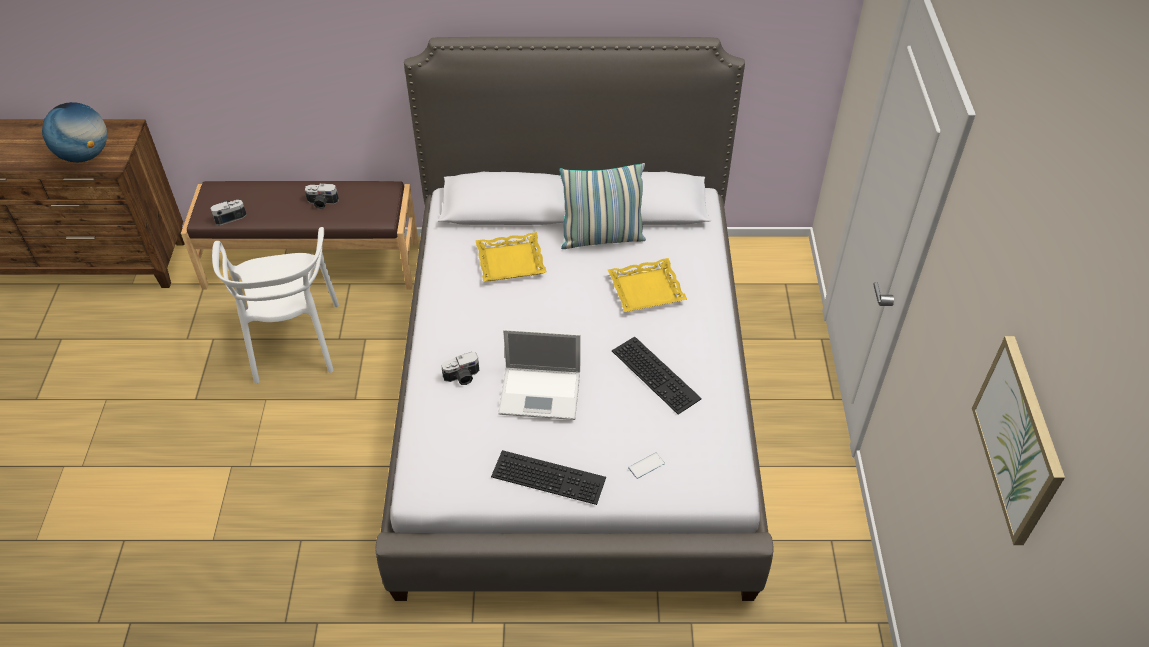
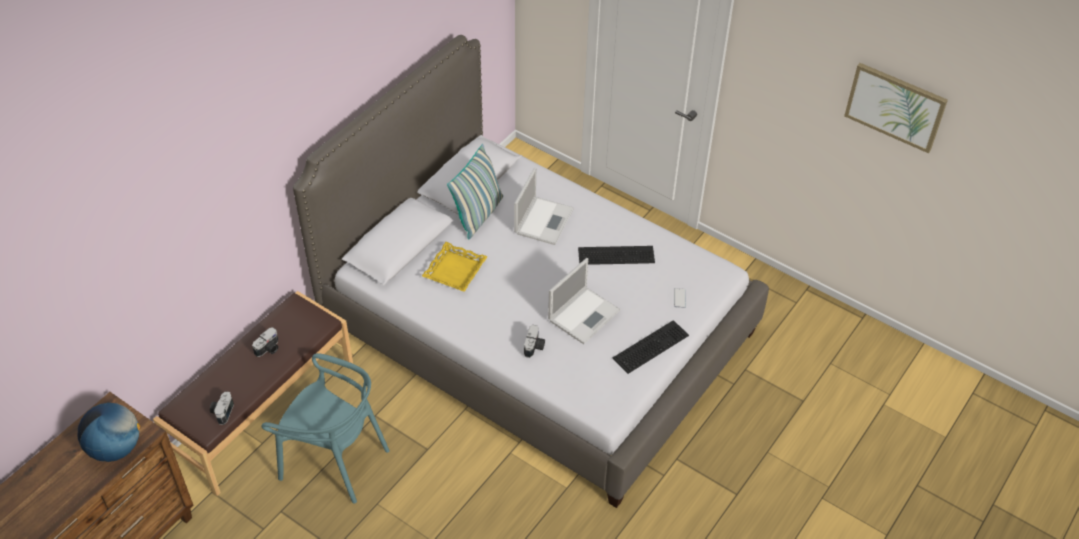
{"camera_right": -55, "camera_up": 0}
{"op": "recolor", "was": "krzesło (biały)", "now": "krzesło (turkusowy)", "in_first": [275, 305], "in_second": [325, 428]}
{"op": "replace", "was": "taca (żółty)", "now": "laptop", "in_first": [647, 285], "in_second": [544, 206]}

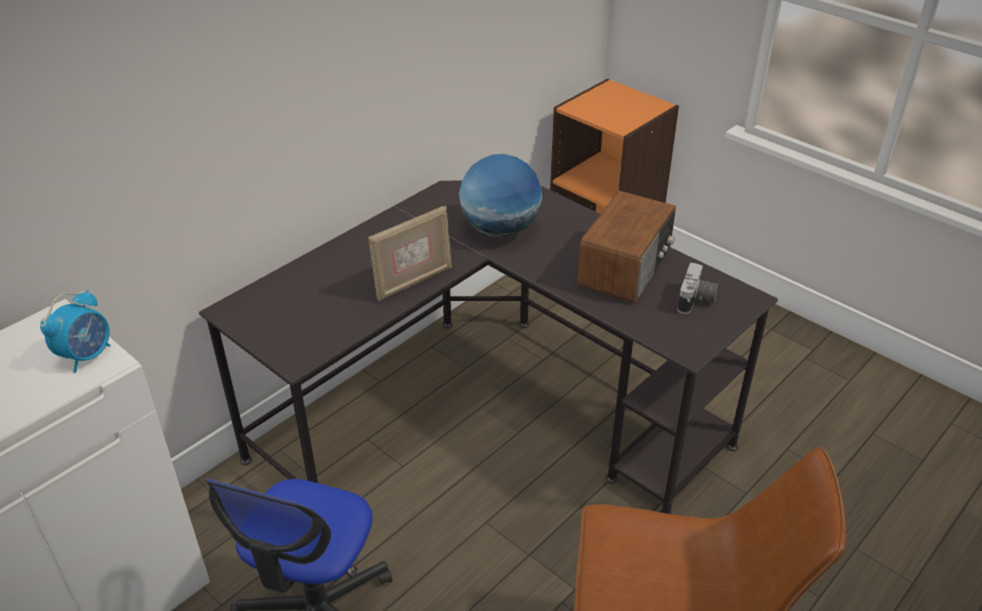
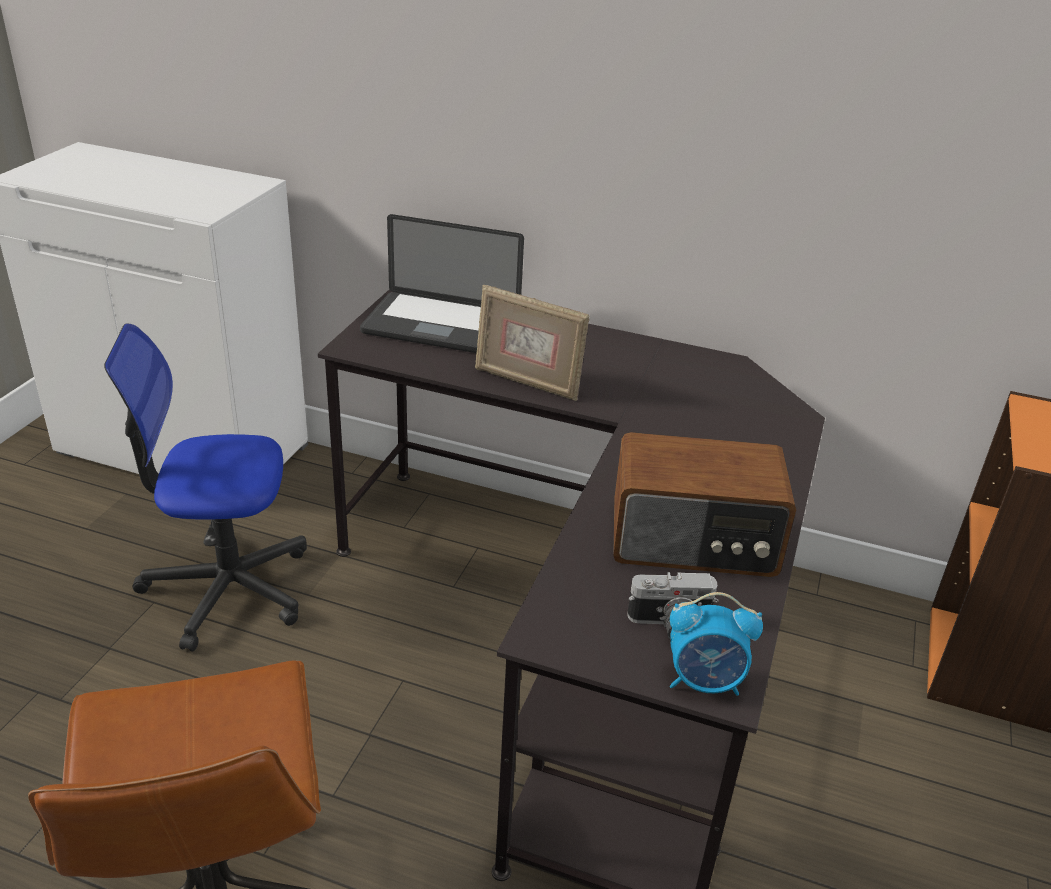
{"camera_right": 65, "camera_up": -5}
{"op": "insert", "now": "laptop", "in_second": [442, 283]}
{"op": "move", "was": "budzik", "in_first": [75, 331], "in_second": [716, 644]}
{"op": "delete", "was": "globus", "in_first": [500, 195]}

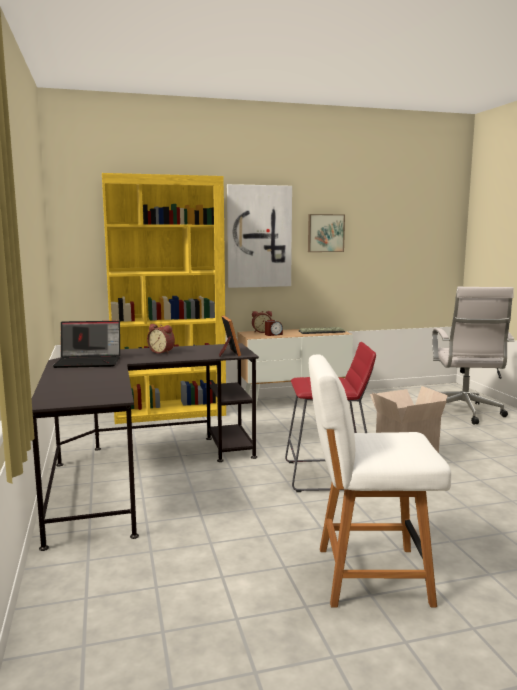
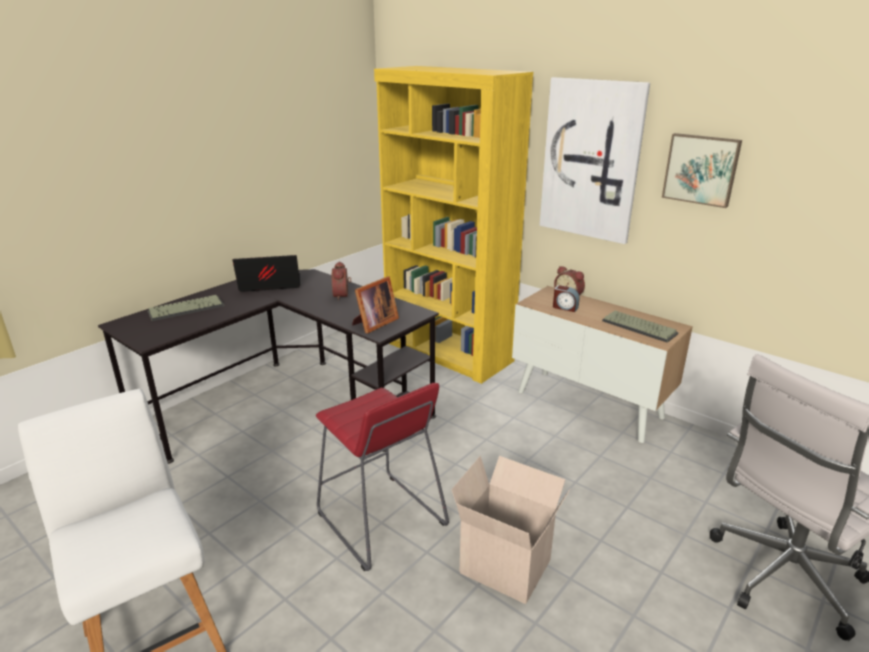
{"camera_right": 55, "camera_up": 15}
{"op": "insert", "now": "klawiatura", "in_second": [186, 308]}
{"op": "rotate", "was": "laptop", "in_first": [86, 344], "in_second": [266, 273], "clockwise": 120}

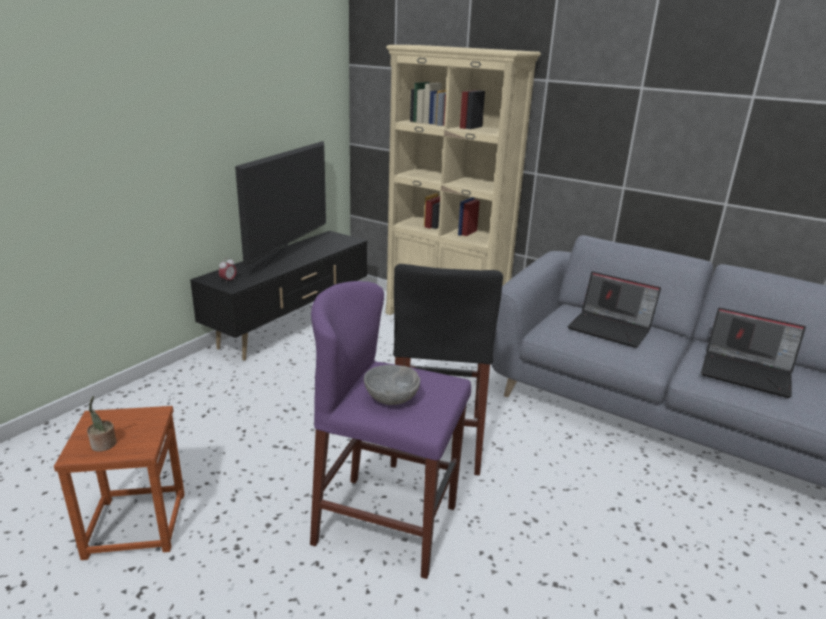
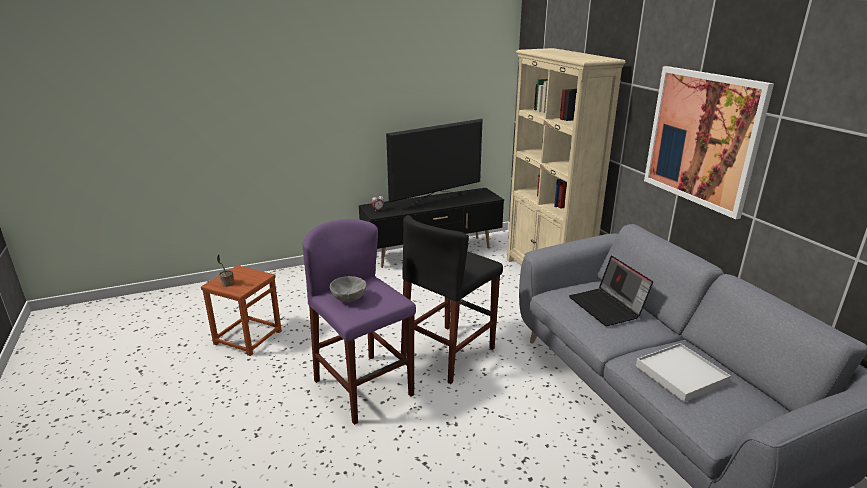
{"camera_right": 35, "camera_up": 0}
{"op": "replace", "was": "laptop", "now": "taca (biały)", "in_first": [753, 353], "in_second": [683, 372]}
{"op": "insert", "now": "obraz", "in_second": [709, 142]}

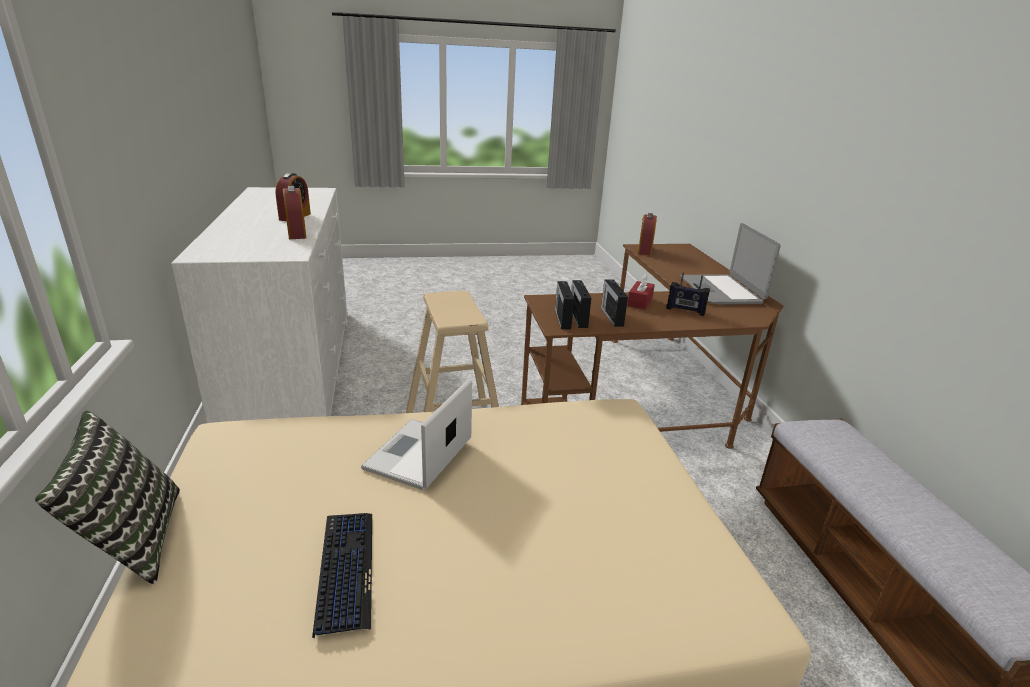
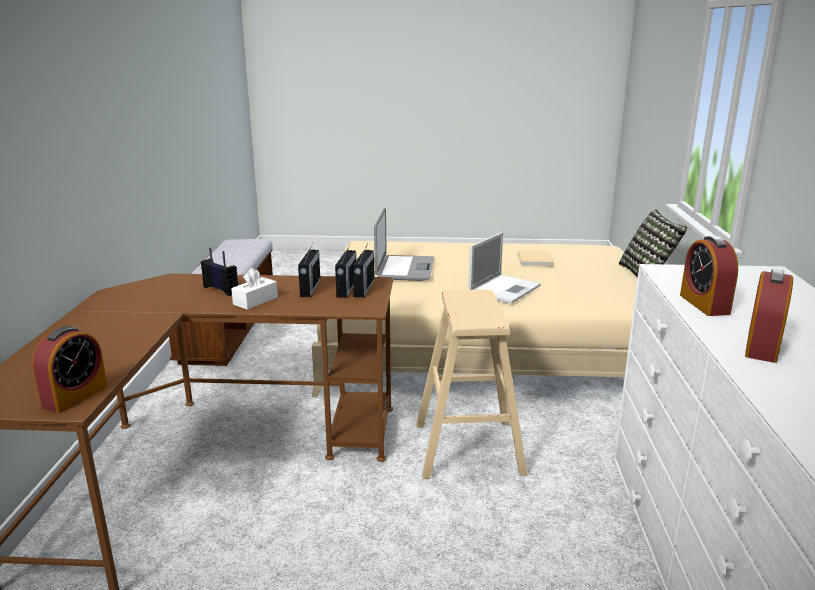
{"camera_right": -165, "camera_up": -5}
{"op": "recolor", "was": "pudełko chusteczek (czerwony)", "now": "pudełko chusteczek (biały)", "in_first": [641, 291], "in_second": [254, 289]}
{"op": "move", "was": "laptop", "in_first": [730, 264], "in_second": [404, 244]}
{"op": "replace", "was": "klawiatura", "now": "książka (beżowy)", "in_first": [342, 576], "in_second": [536, 258]}

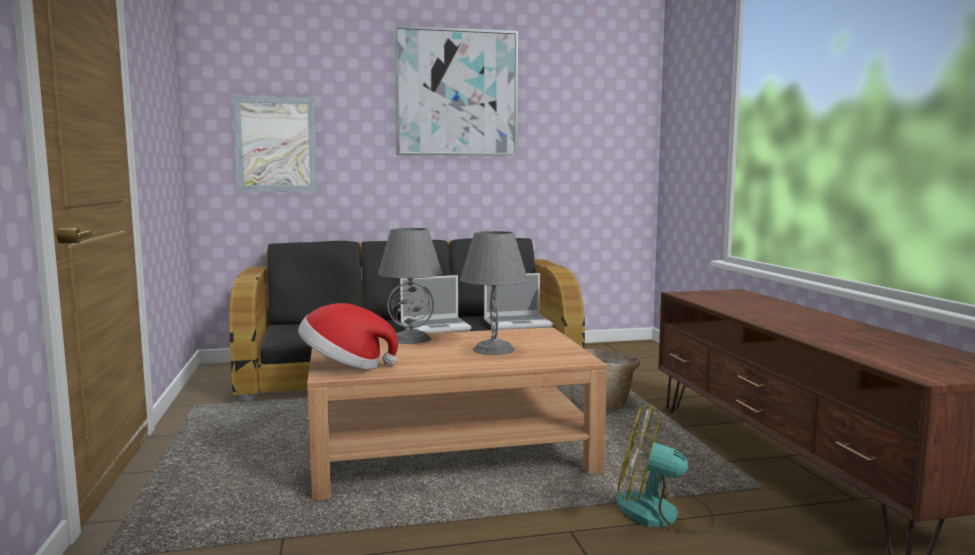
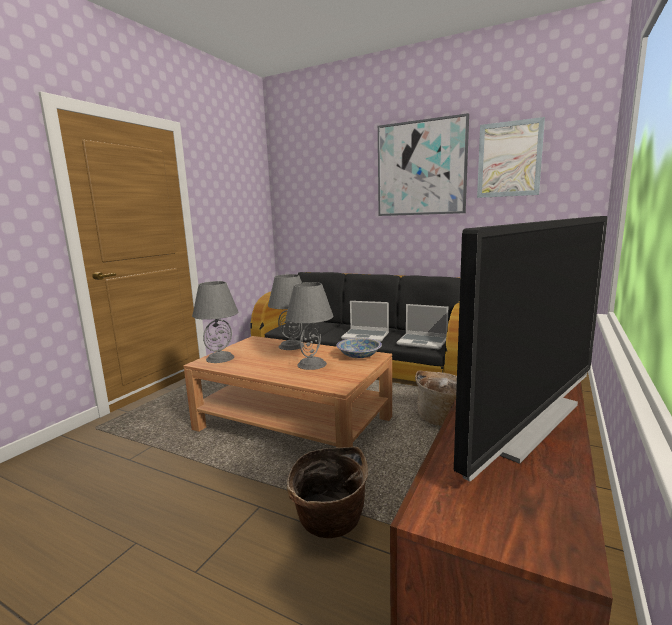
{"camera_right": 40, "camera_up": 5}
{"op": "replace", "was": "kapelusz", "now": "lampa stołowa (szary)", "in_first": [348, 336], "in_second": [215, 322]}
{"op": "replace", "was": "wentylator", "now": "koszyk", "in_first": [666, 469], "in_second": [327, 492]}
{"op": "insert", "now": "miska", "in_second": [359, 348]}
{"op": "insert", "now": "telewizor", "in_second": [531, 348]}
{"op": "move", "was": "obraz", "in_first": [275, 144], "in_second": [511, 157]}

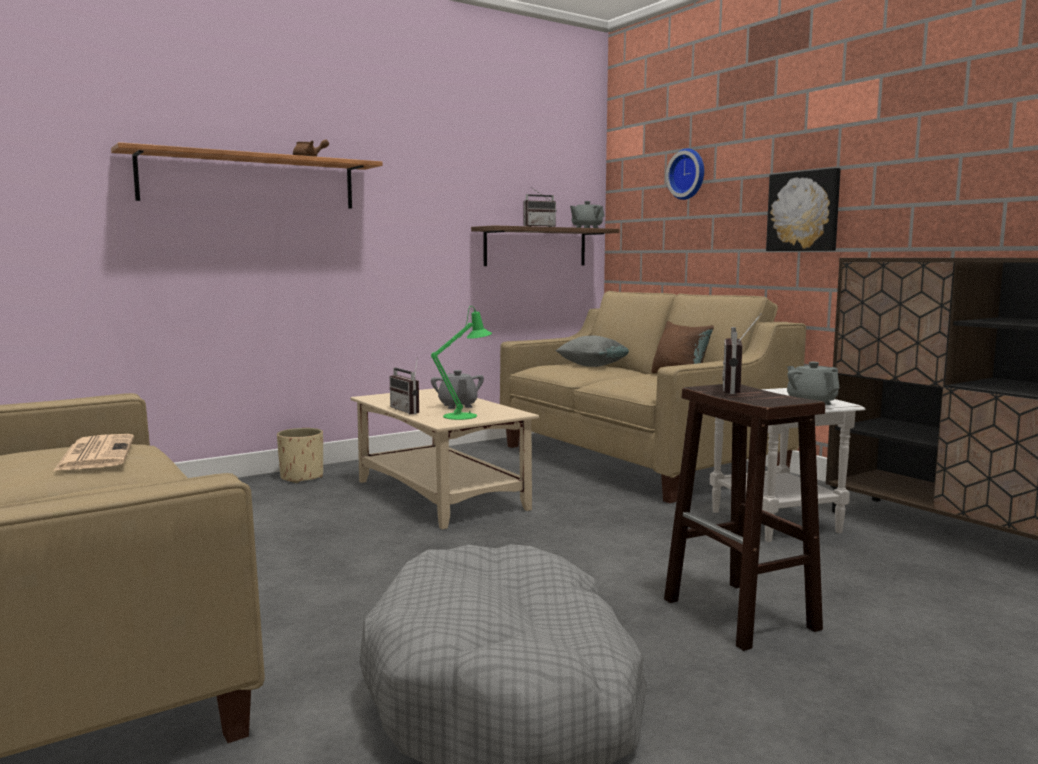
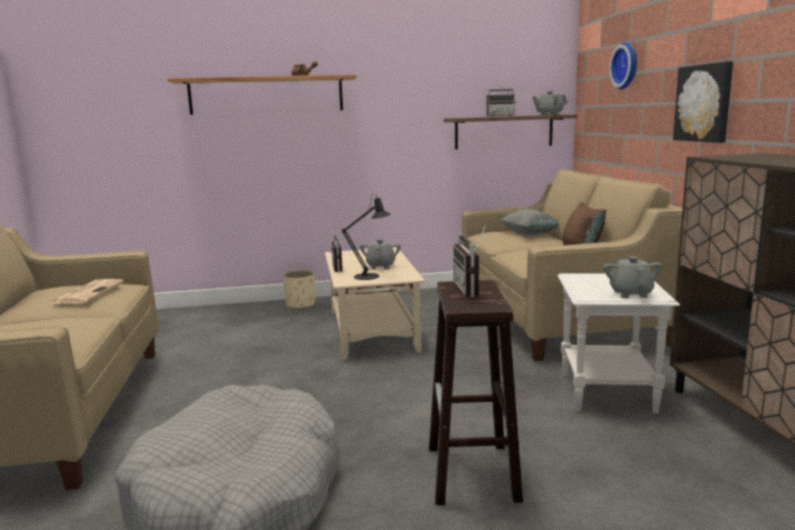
{"camera_right": 25, "camera_up": 5}
{"op": "recolor", "was": "lampa stołowa (zielony)", "now": "lampa stołowa (czarny)", "in_first": [461, 363], "in_second": [366, 236]}
{"op": "rotate", "was": "radio", "in_first": [742, 353], "in_second": [469, 260], "clockwise": -45}

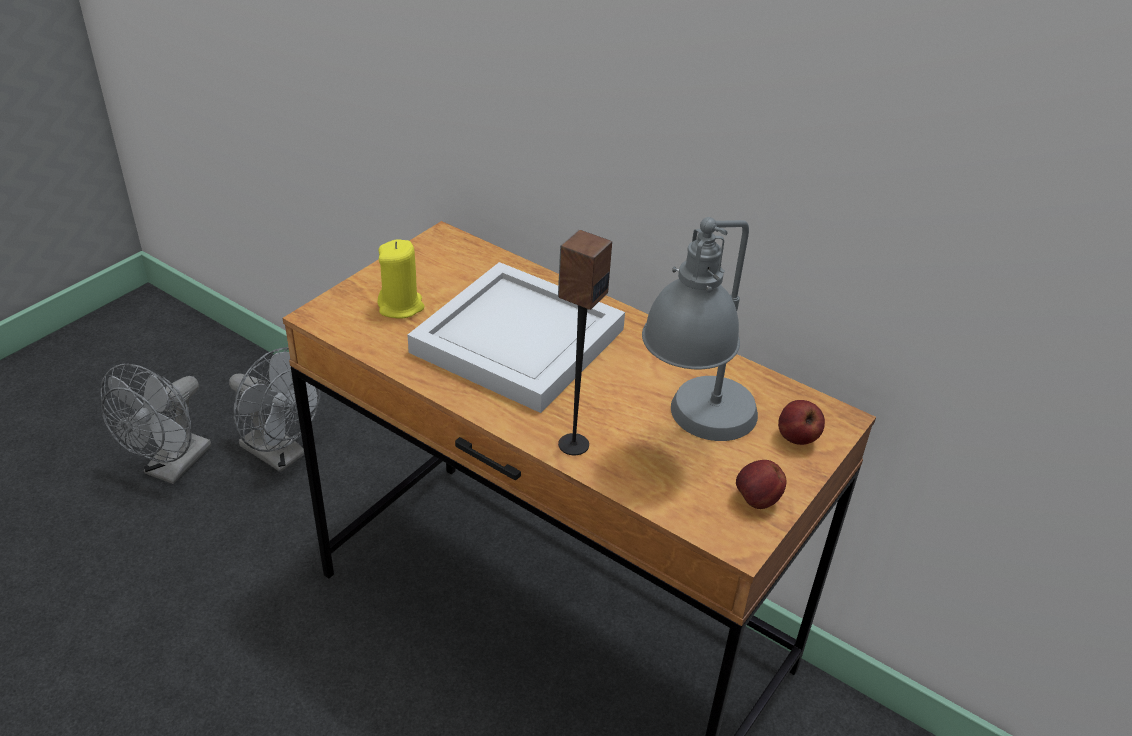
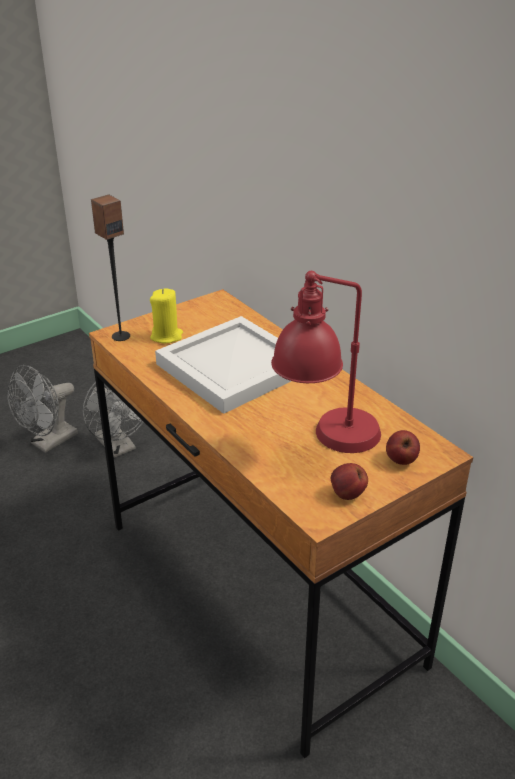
{"camera_right": 20, "camera_up": -5}
{"op": "move", "was": "głośnik", "in_first": [585, 342], "in_second": [110, 268]}
{"op": "recolor", "was": "lampa stołowa (szary)", "now": "lampa stołowa (czerwony)", "in_first": [700, 329], "in_second": [326, 362]}

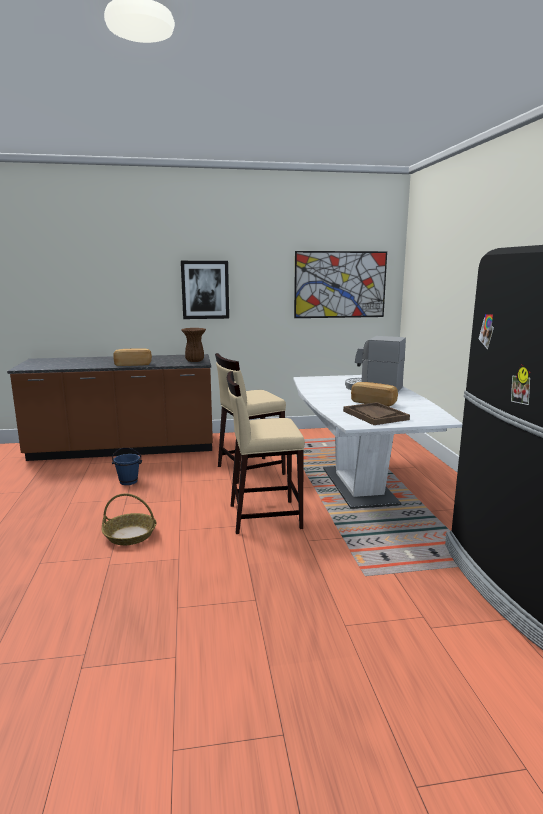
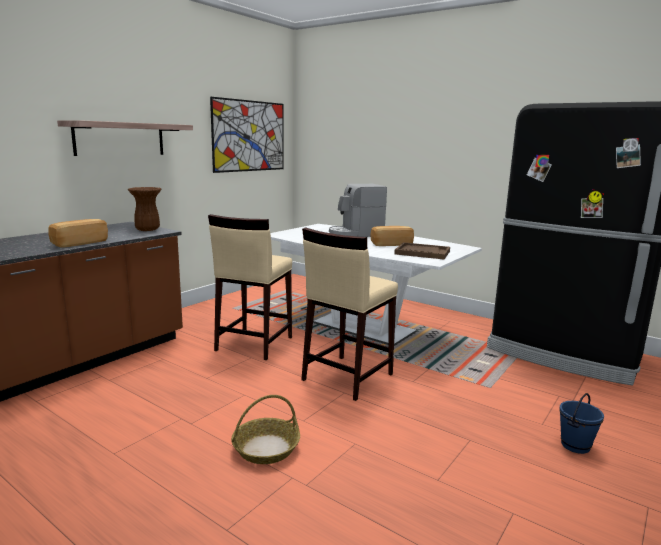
{"camera_right": -45, "camera_up": 0}
{"op": "replace", "was": "obraz", "now": "półka", "in_first": [205, 290], "in_second": [125, 138]}
{"op": "move", "was": "wiadro (niebieski)", "in_first": [127, 466], "in_second": [581, 423]}

